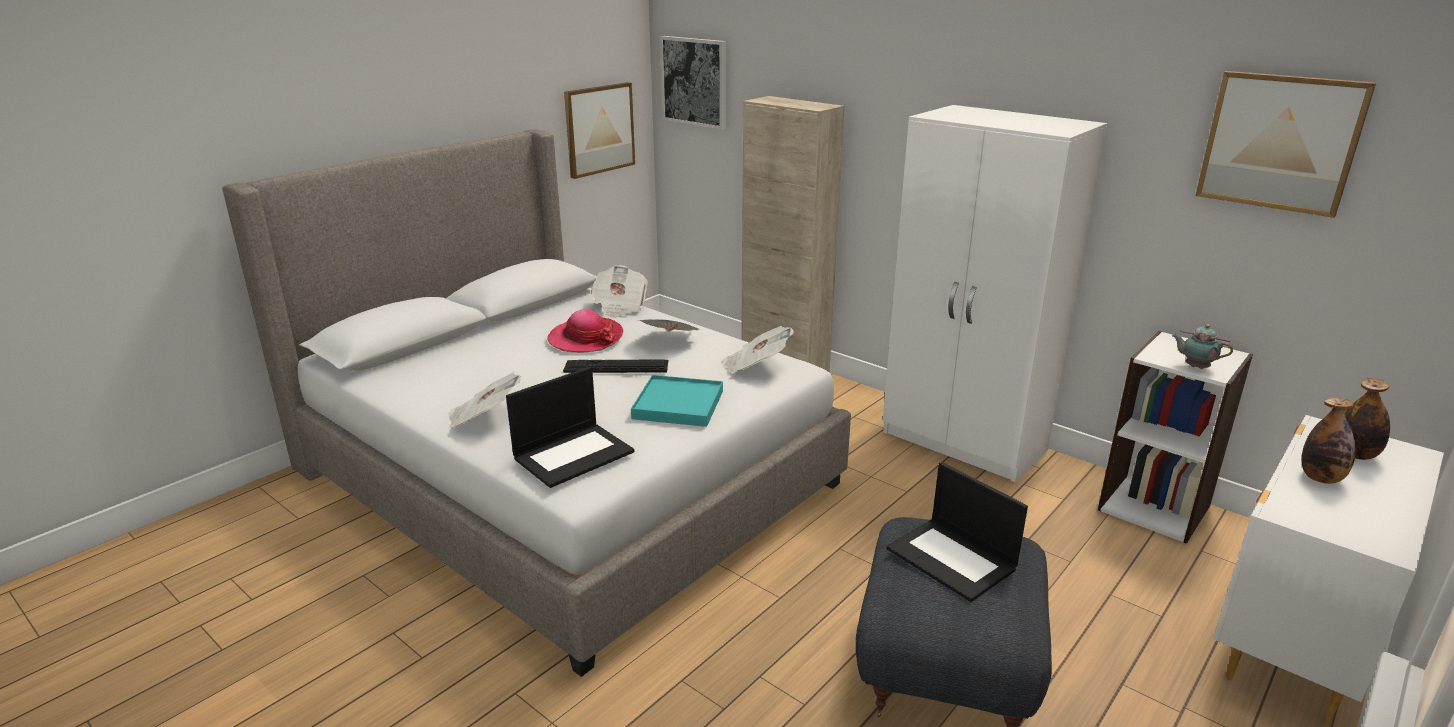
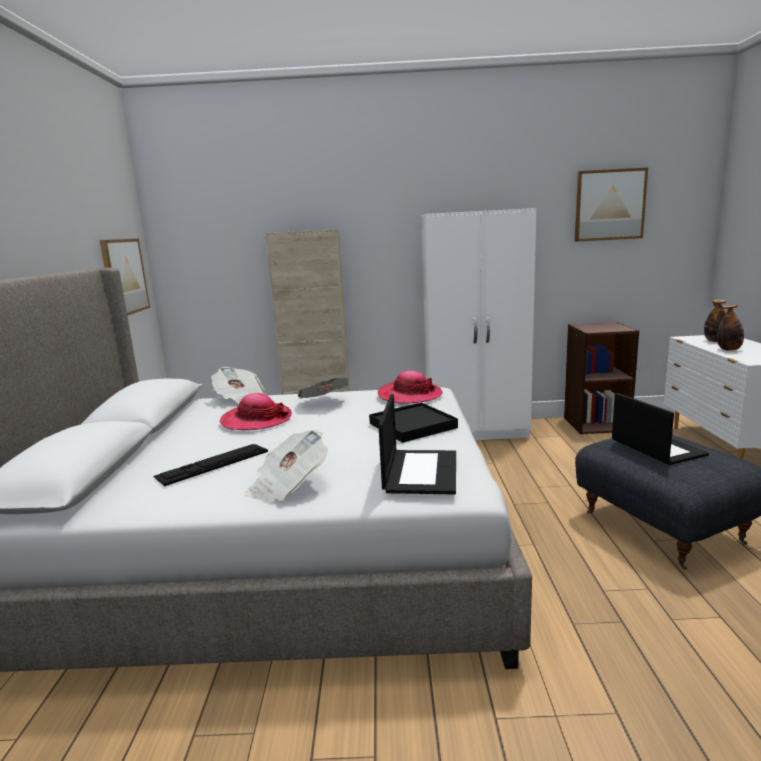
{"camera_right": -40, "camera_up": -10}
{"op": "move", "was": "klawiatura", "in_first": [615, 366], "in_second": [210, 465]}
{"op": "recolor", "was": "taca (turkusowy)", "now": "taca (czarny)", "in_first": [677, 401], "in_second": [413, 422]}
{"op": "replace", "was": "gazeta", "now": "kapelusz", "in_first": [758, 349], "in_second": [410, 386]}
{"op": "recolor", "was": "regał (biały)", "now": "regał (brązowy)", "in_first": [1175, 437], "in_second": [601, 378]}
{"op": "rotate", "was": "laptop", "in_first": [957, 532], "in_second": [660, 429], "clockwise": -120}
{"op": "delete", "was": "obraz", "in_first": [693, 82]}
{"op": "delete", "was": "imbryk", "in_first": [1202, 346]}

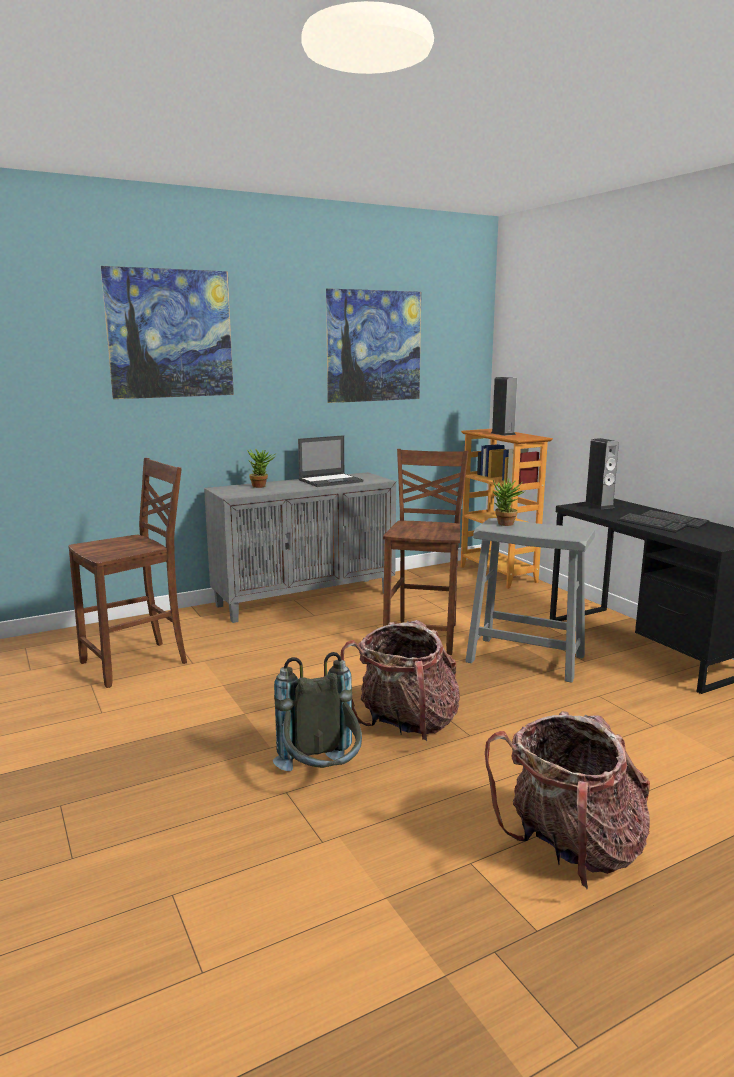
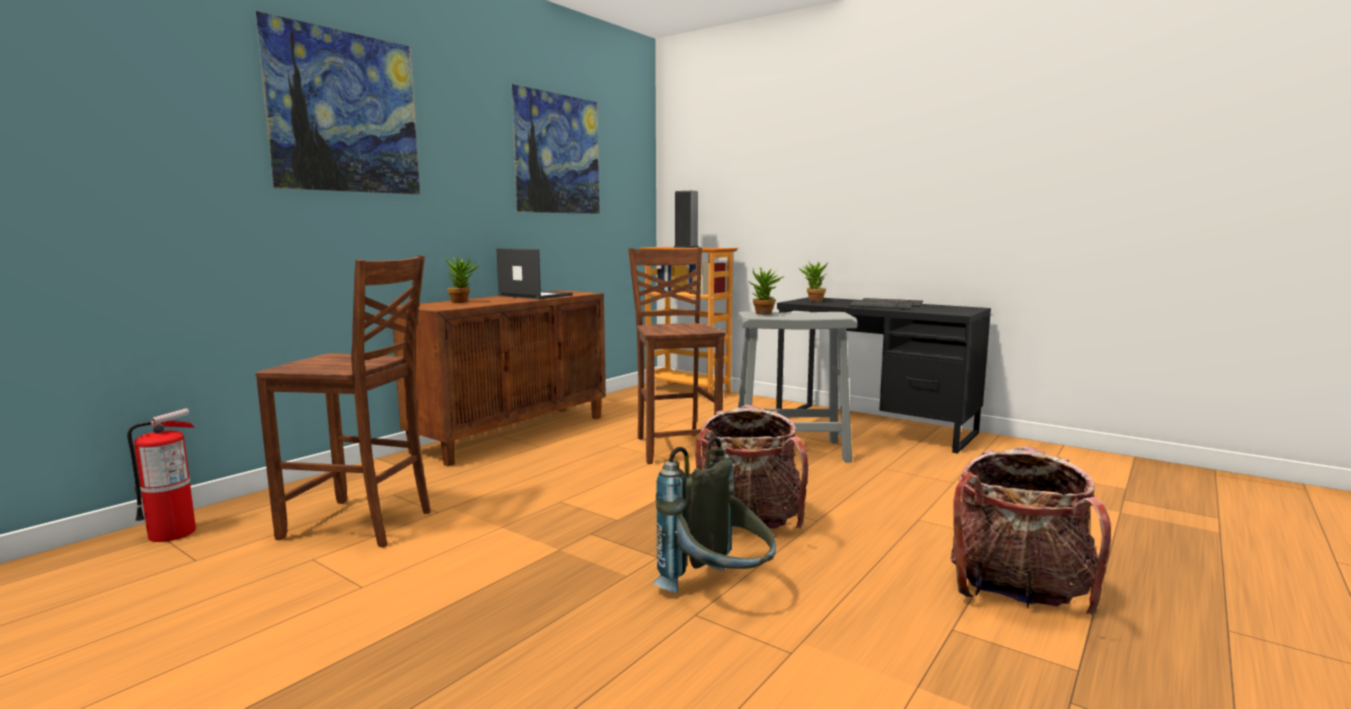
{"camera_right": -25, "camera_up": -5}
{"op": "insert", "now": "gaśnica", "in_second": [161, 475]}
{"op": "rotate", "was": "krzesło (brązowy)", "in_first": [127, 573], "in_second": [343, 401], "clockwise": 75}
{"op": "recolor", "was": "szafka (szary)", "now": "szafka (brązowy)", "in_first": [300, 547], "in_second": [499, 378]}
{"op": "rotate", "was": "laptop", "in_first": [330, 461], "in_second": [534, 273], "clockwise": -90}
{"op": "replace", "was": "głośnik", "now": "roślina doniczkowa", "in_first": [601, 473], "in_second": [813, 281]}

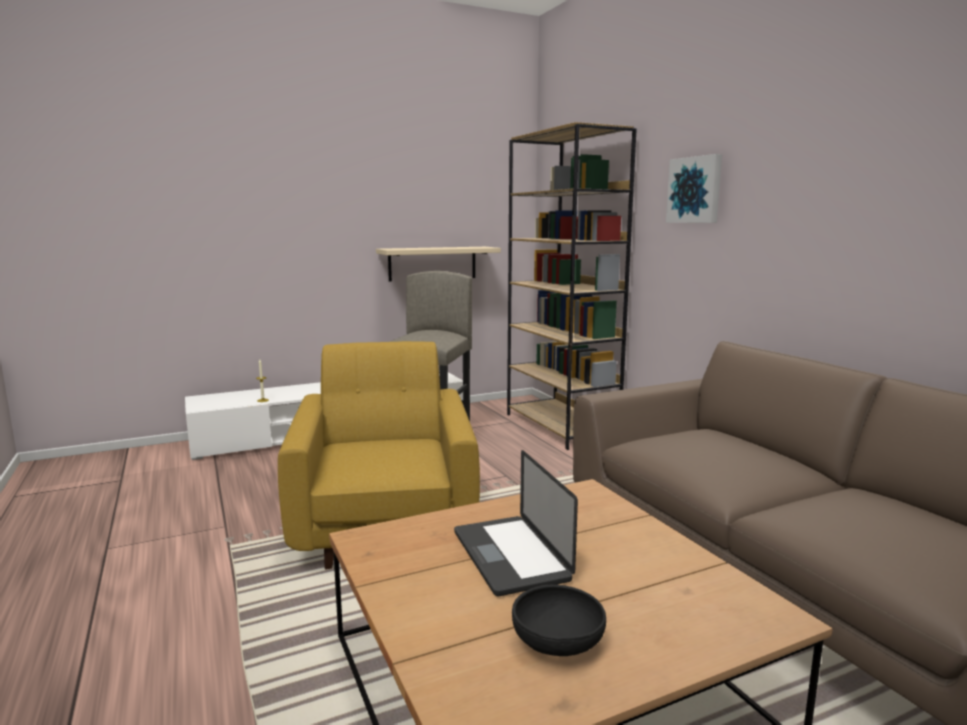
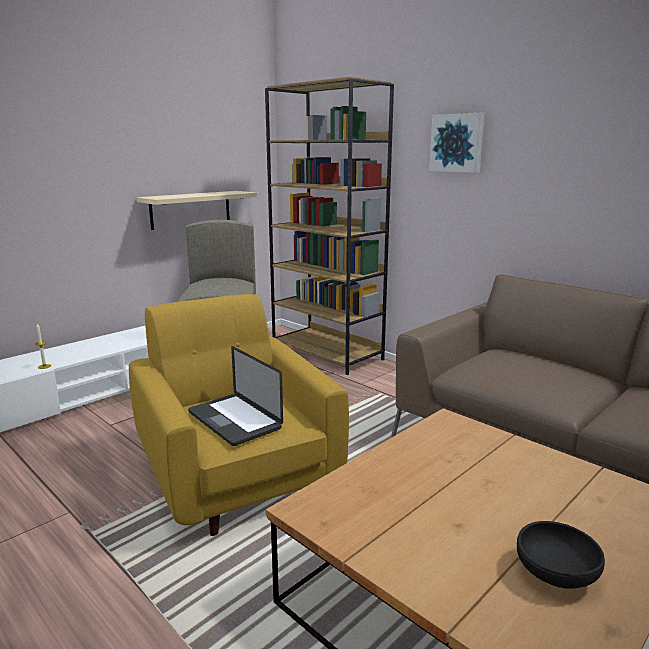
{"camera_right": -20, "camera_up": 5}
{"op": "move", "was": "laptop", "in_first": [516, 523], "in_second": [235, 396]}

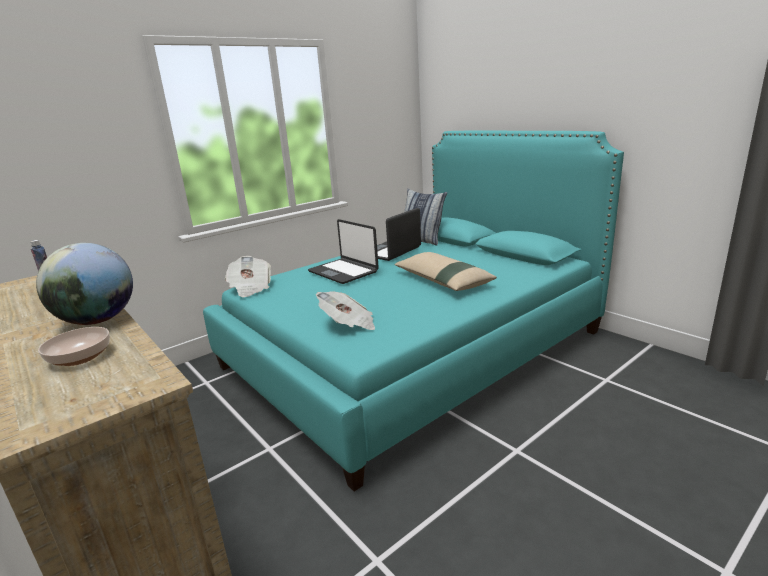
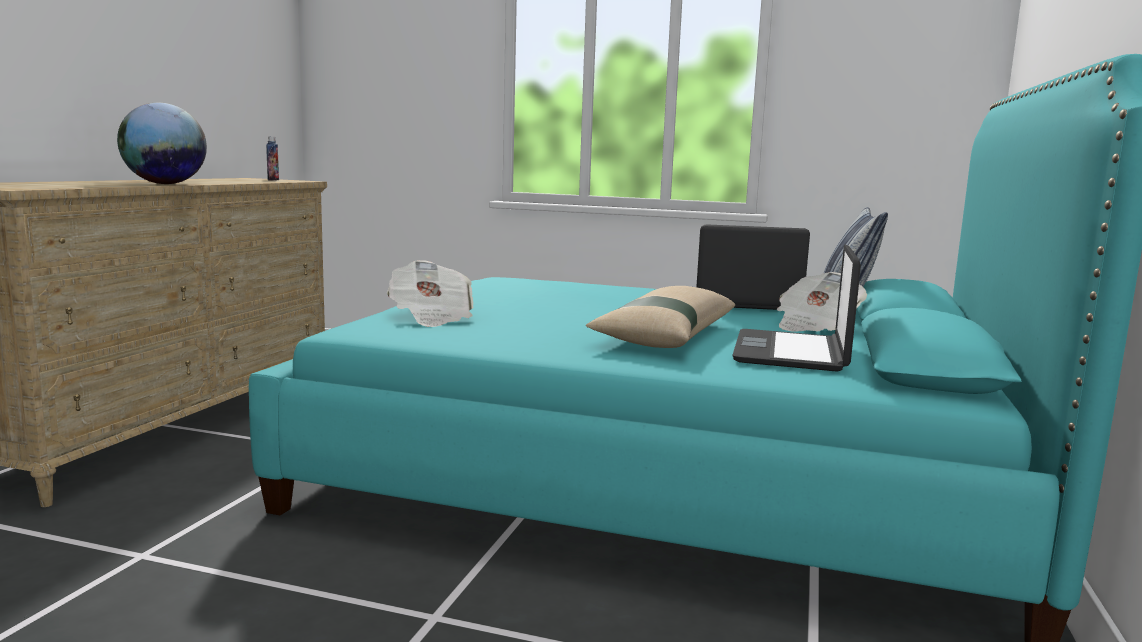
{"camera_right": 55, "camera_up": -10}
{"op": "move", "was": "laptop", "in_first": [343, 251], "in_second": [796, 308]}
{"op": "move", "was": "gazeta", "in_first": [248, 276], "in_second": [822, 302]}
{"op": "delete", "was": "miska", "in_first": [74, 346]}

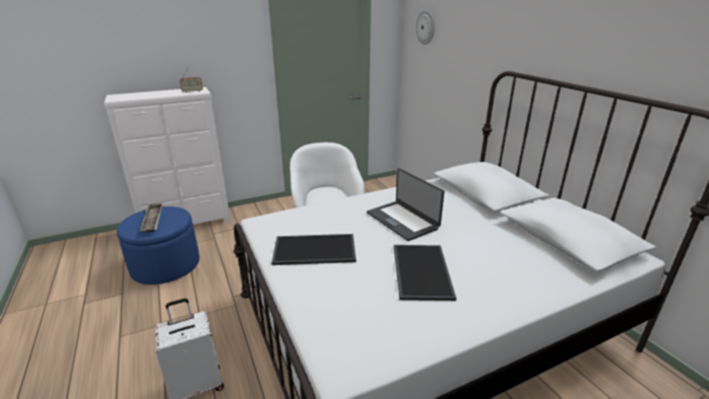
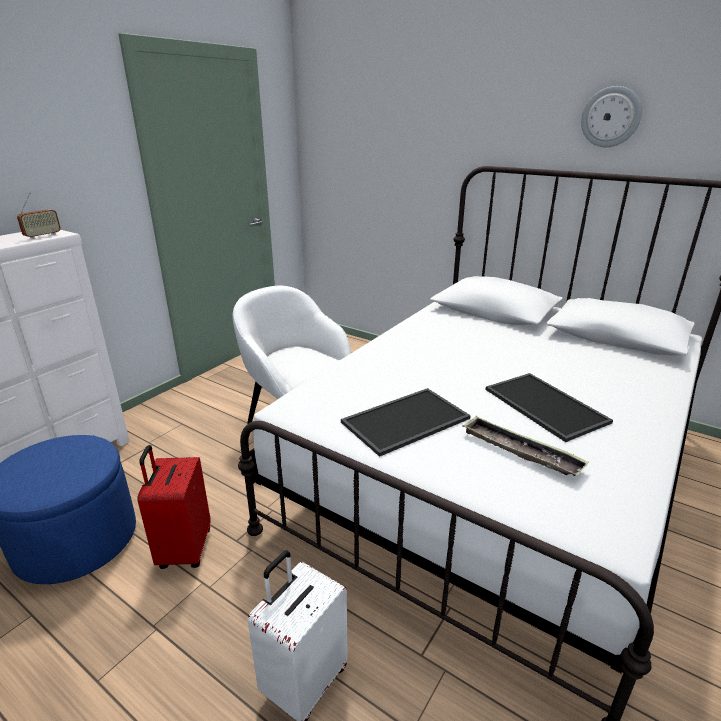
{"camera_right": -30, "camera_up": 0}
{"op": "insert", "now": "walizka (czerwony)", "in_second": [174, 507]}
{"op": "move", "was": "taca", "in_first": [151, 217], "in_second": [525, 446]}
{"op": "move", "was": "zegar ścienny", "in_first": [425, 27], "in_second": [611, 116]}
{"op": "delete", "was": "laptop", "in_first": [405, 204]}

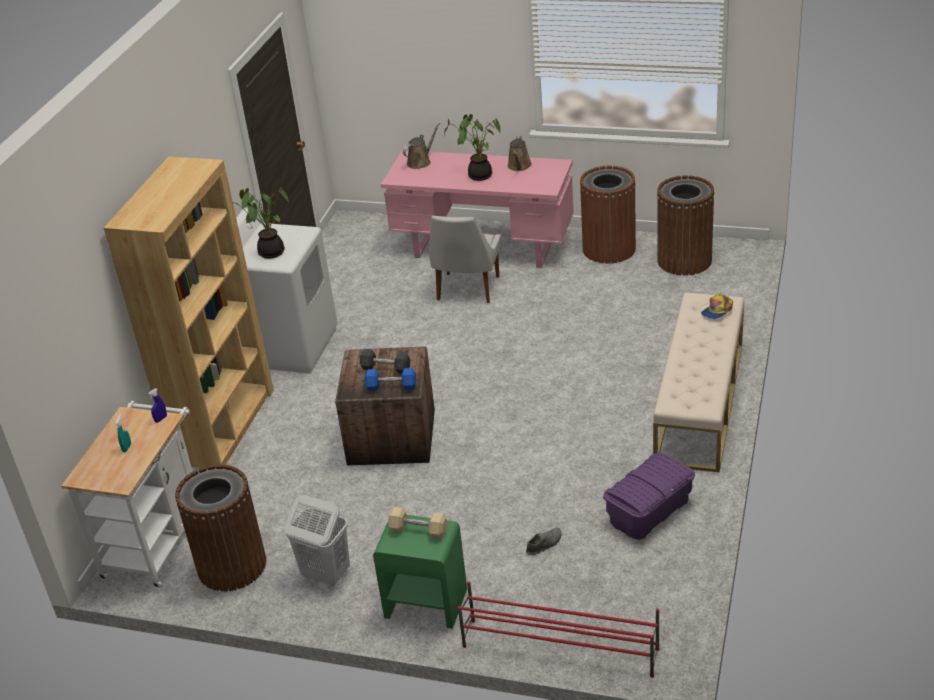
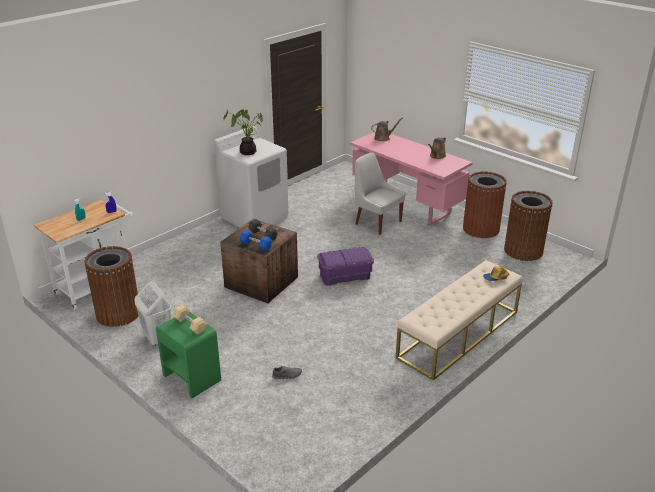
{"camera_right": 25, "camera_up": -5}
{"op": "move", "was": "pojemnik do przechowywania (fioletowy)", "in_first": [649, 496], "in_second": [345, 266]}
{"op": "rotate", "was": "krzesło (biały)", "in_first": [465, 259], "in_second": [380, 193], "clockwise": 90}
{"op": "delete", "was": "regał (brązowy)", "in_first": [189, 313]}
{"op": "delete", "was": "roślina doniczkowa", "in_first": [472, 147]}
{"op": "delete", "was": "regał na buty (czerwony)", "in_first": [558, 629]}

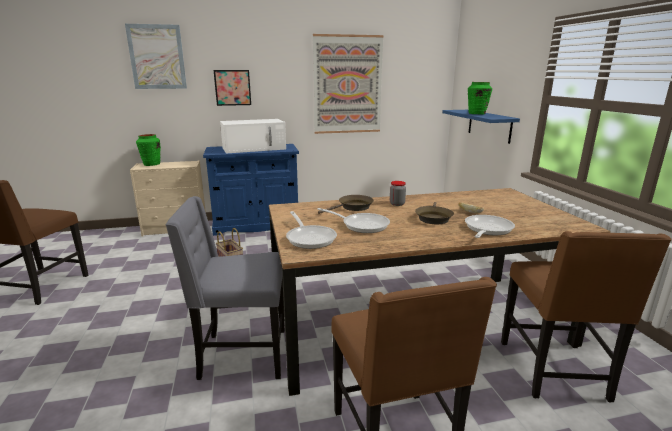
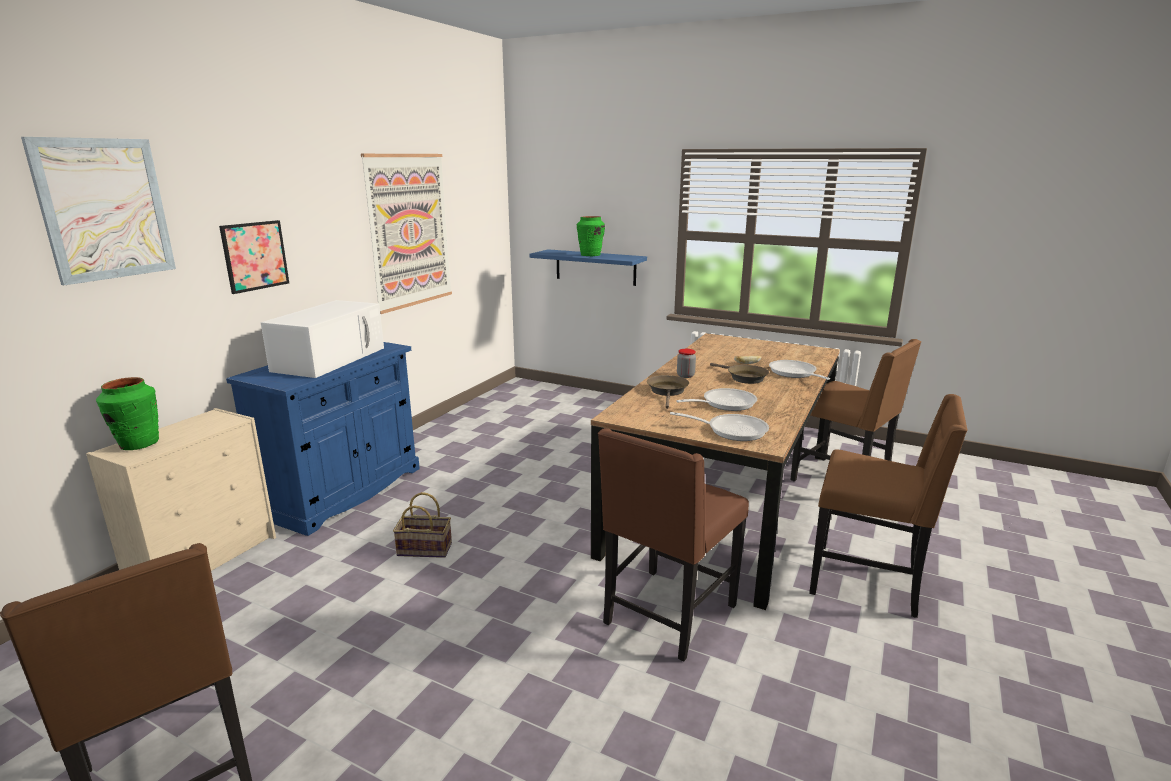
{"camera_right": -50, "camera_up": 0}
{"op": "recolor", "was": "krzesło (szary)", "now": "krzesło (brązowy)", "in_first": [225, 288], "in_second": [673, 544]}

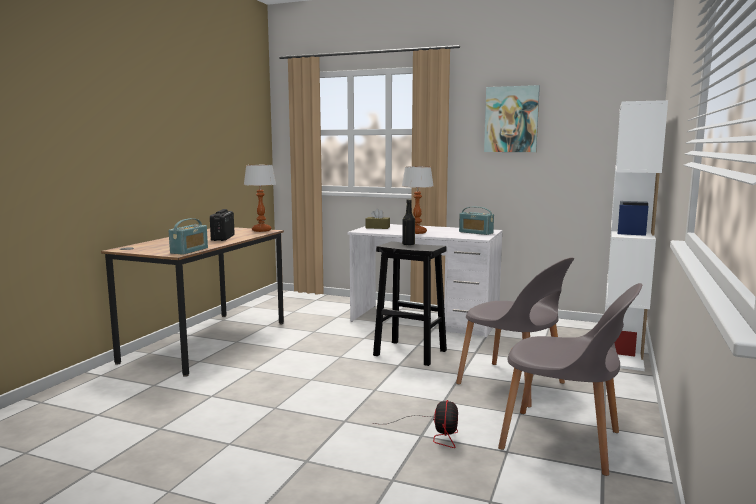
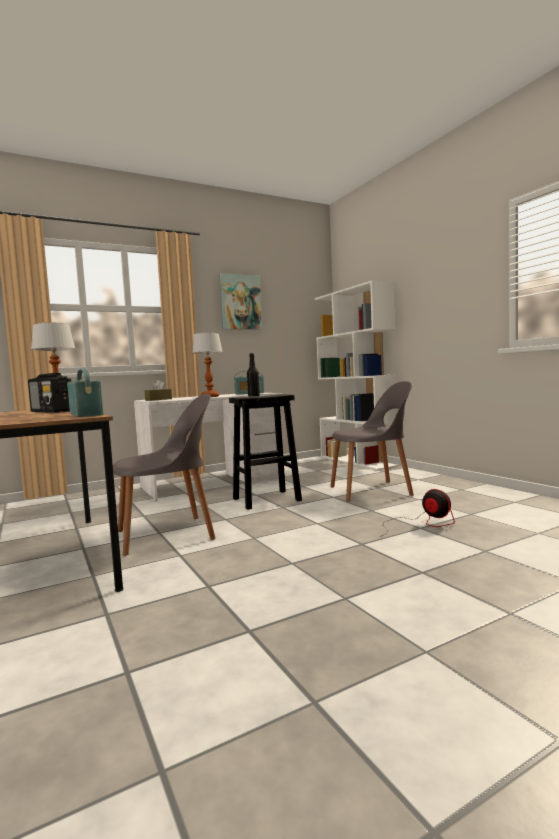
{"camera_right": -50, "camera_up": -5}
{"op": "move", "was": "krzesło (szary)", "in_first": [570, 379], "in_second": [164, 475]}

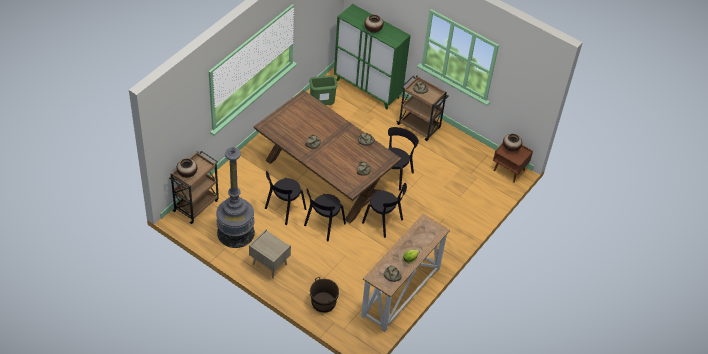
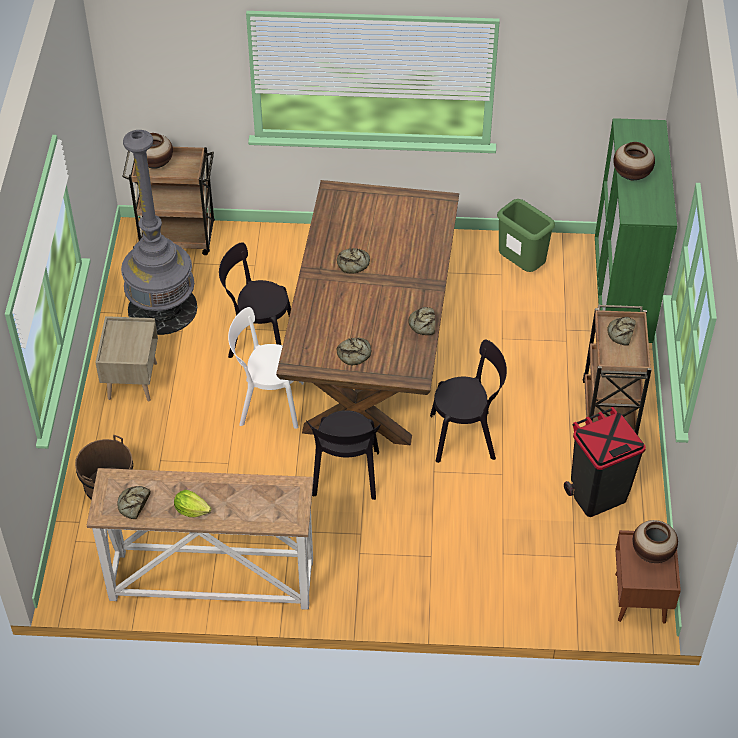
{"camera_right": 60, "camera_up": 0}
{"op": "recolor", "was": "krzesło (czarny)", "now": "krzesło (biały)", "in_first": [325, 215], "in_second": [266, 368]}
{"op": "insert", "now": "kosz na śmieci (czarny)", "in_second": [605, 462]}

